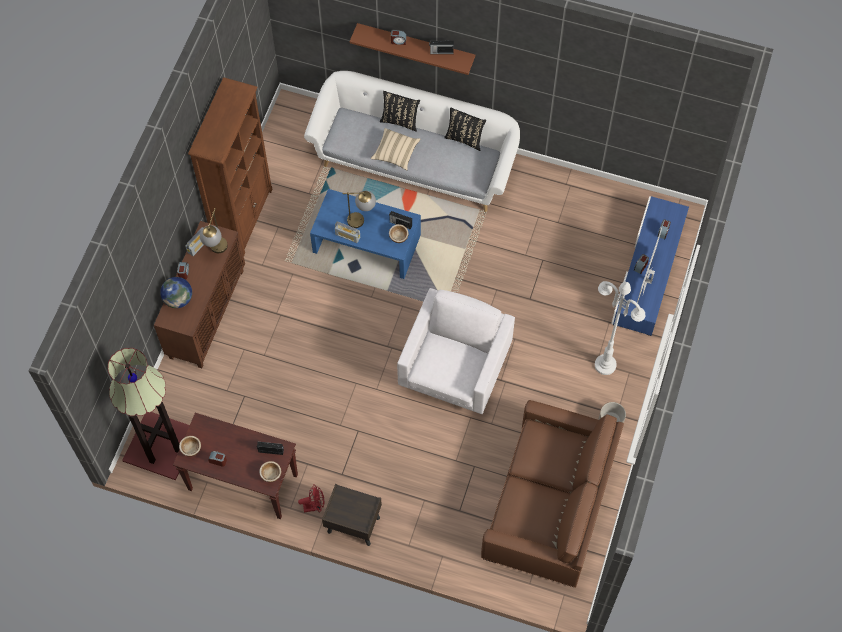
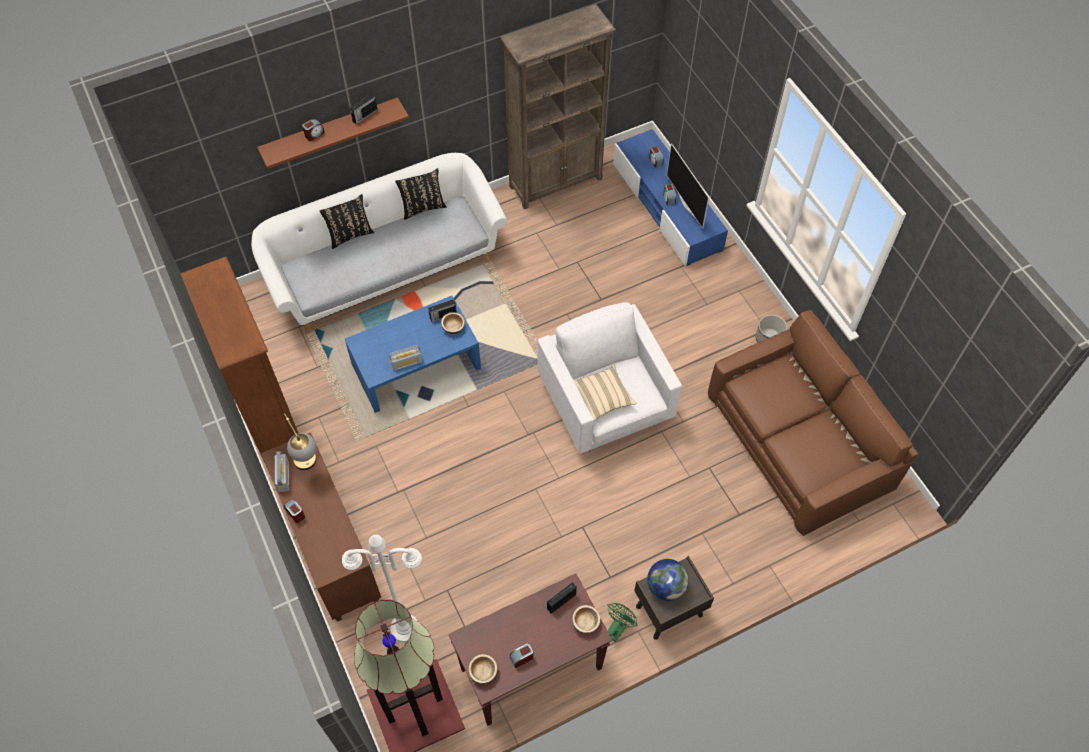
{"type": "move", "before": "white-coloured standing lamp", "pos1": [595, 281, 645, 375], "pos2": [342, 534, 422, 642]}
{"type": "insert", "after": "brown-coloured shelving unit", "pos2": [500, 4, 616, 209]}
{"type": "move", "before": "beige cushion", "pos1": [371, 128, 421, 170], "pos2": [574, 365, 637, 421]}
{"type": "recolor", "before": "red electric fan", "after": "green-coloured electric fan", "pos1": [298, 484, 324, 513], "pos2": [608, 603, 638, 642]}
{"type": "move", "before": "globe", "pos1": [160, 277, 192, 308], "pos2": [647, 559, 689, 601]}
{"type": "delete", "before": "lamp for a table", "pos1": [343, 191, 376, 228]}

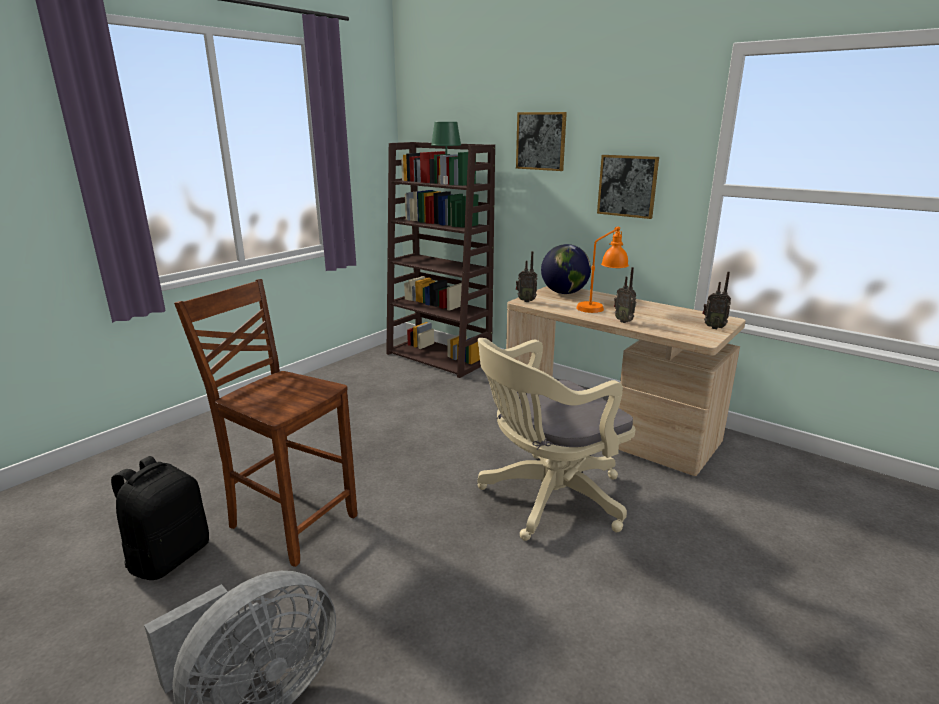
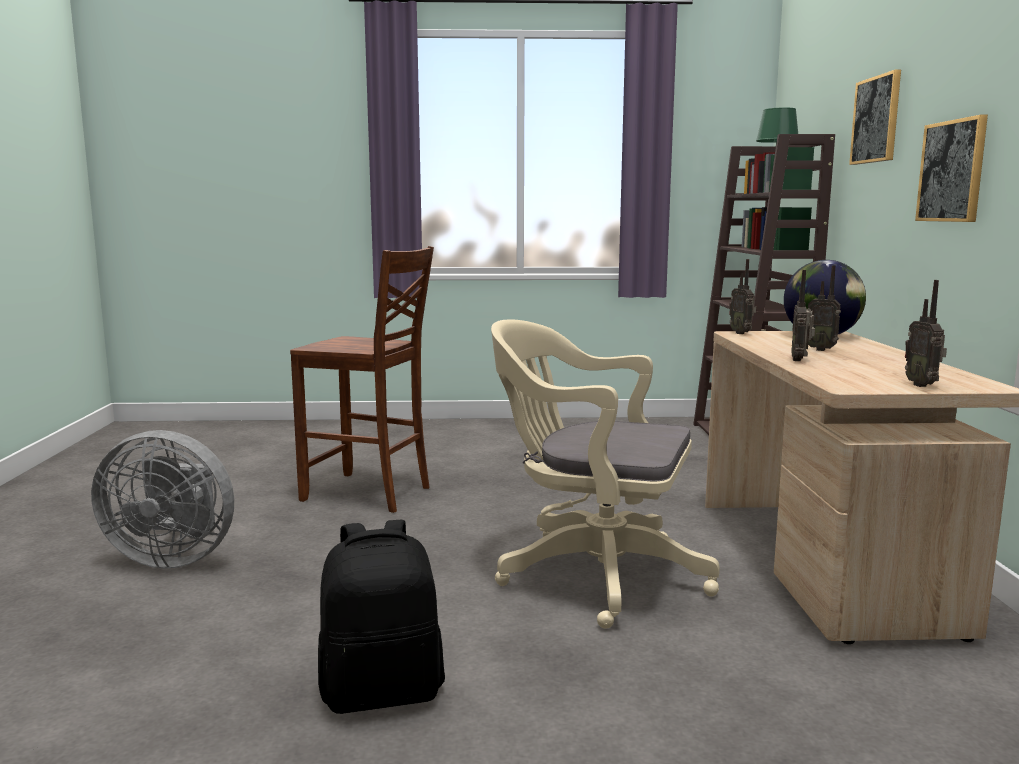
{"type": "rotate", "before": "brown-coloured chair", "pos1": [174, 279, 357, 567], "pos2": [290, 246, 434, 513], "turn": 120}
{"type": "move", "before": "blackish knapsack", "pos1": [111, 456, 209, 580], "pos2": [318, 520, 445, 714]}
{"type": "replace", "before": "orangey lamp for a table", "after": "radio set", "pos1": [576, 226, 629, 313], "pos2": [807, 265, 841, 351]}

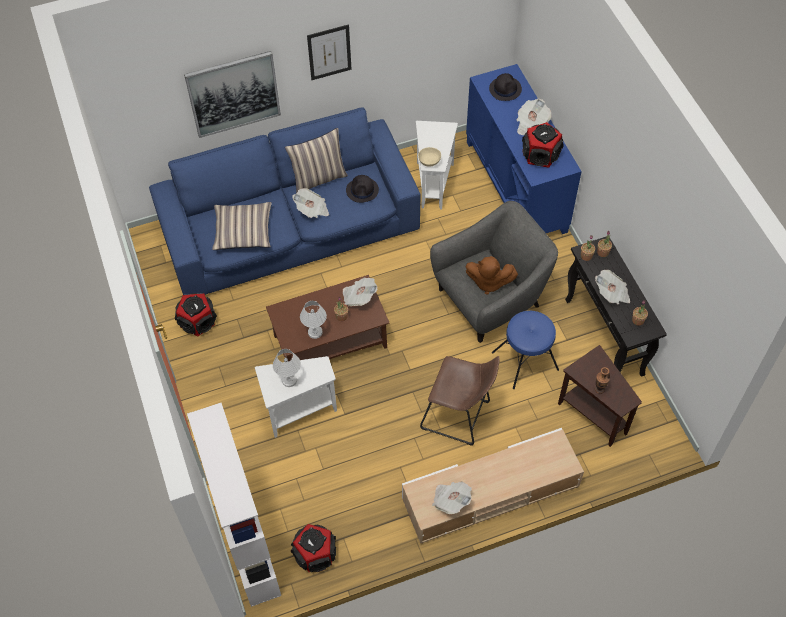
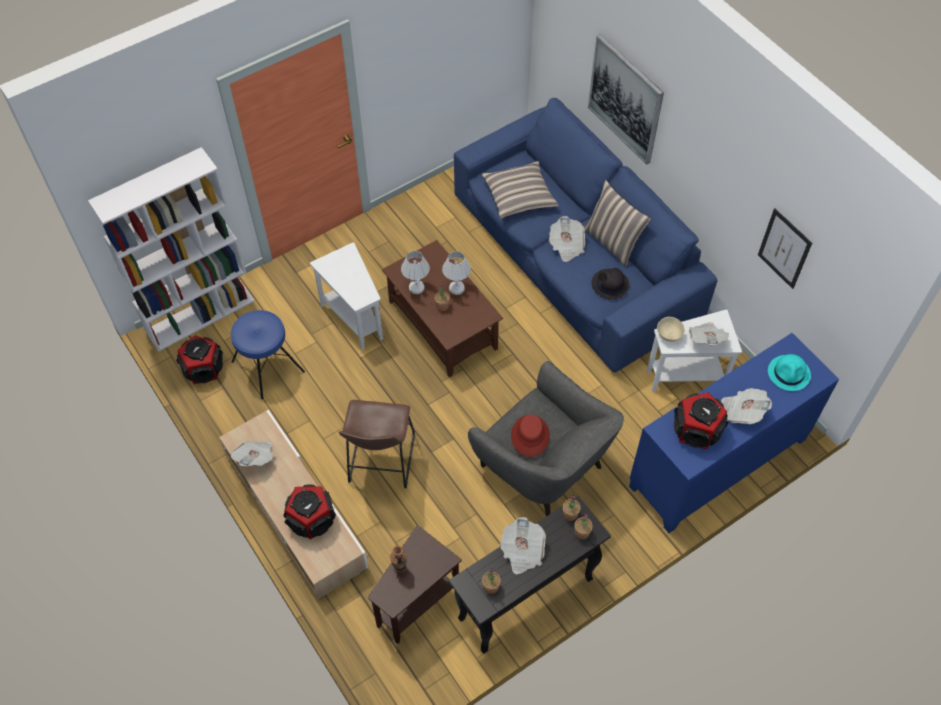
{"type": "move", "before": "bluish stool seat", "pos1": [492, 311, 559, 389], "pos2": [231, 310, 305, 399]}
{"type": "move", "before": "speaker", "pos1": [175, 293, 217, 337], "pos2": [283, 484, 336, 540]}
{"type": "move", "before": "white-coloured lamp for a table", "pos1": [273, 349, 301, 387], "pos2": [442, 251, 471, 295]}
{"type": "replace", "before": "brown-coloured cuddly toy", "after": "red wearable hat", "pos1": [466, 256, 518, 295], "pos2": [511, 414, 550, 457]}
{"type": "move", "before": "daily paper", "pos1": [342, 277, 377, 306], "pos2": [689, 322, 729, 345]}
{"type": "move", "before": "picture", "pos1": [307, 24, 351, 80], "pos2": [758, 208, 812, 289]}
{"type": "recolor", "before": "blackish wearable hat", "after": "turquoise wearable hat", "pos1": [489, 73, 522, 101], "pos2": [768, 354, 811, 391]}

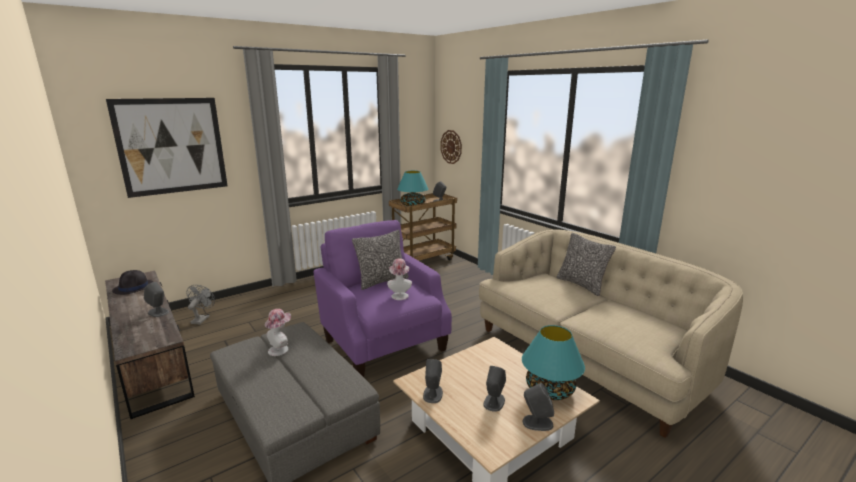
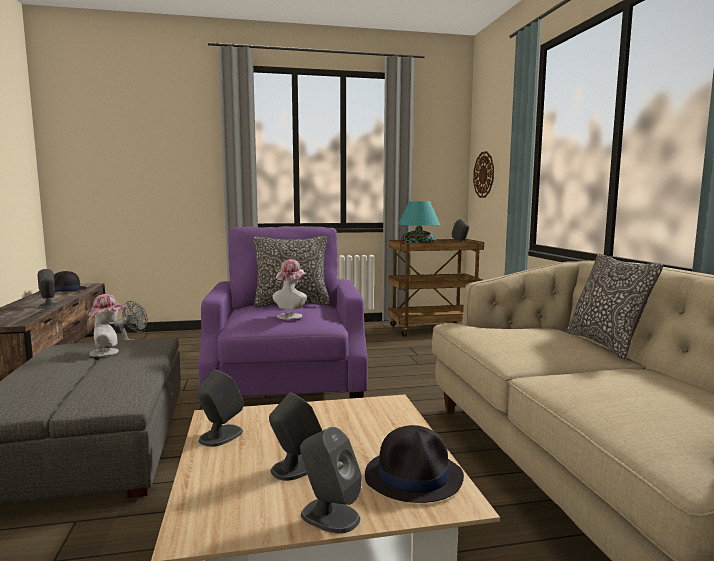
{"type": "replace", "before": "turquoise lamp for a table", "after": "blackish wearable hat", "pos1": [522, 325, 585, 400], "pos2": [365, 425, 464, 503]}
{"type": "delete", "before": "picture", "pos1": [106, 98, 228, 198]}

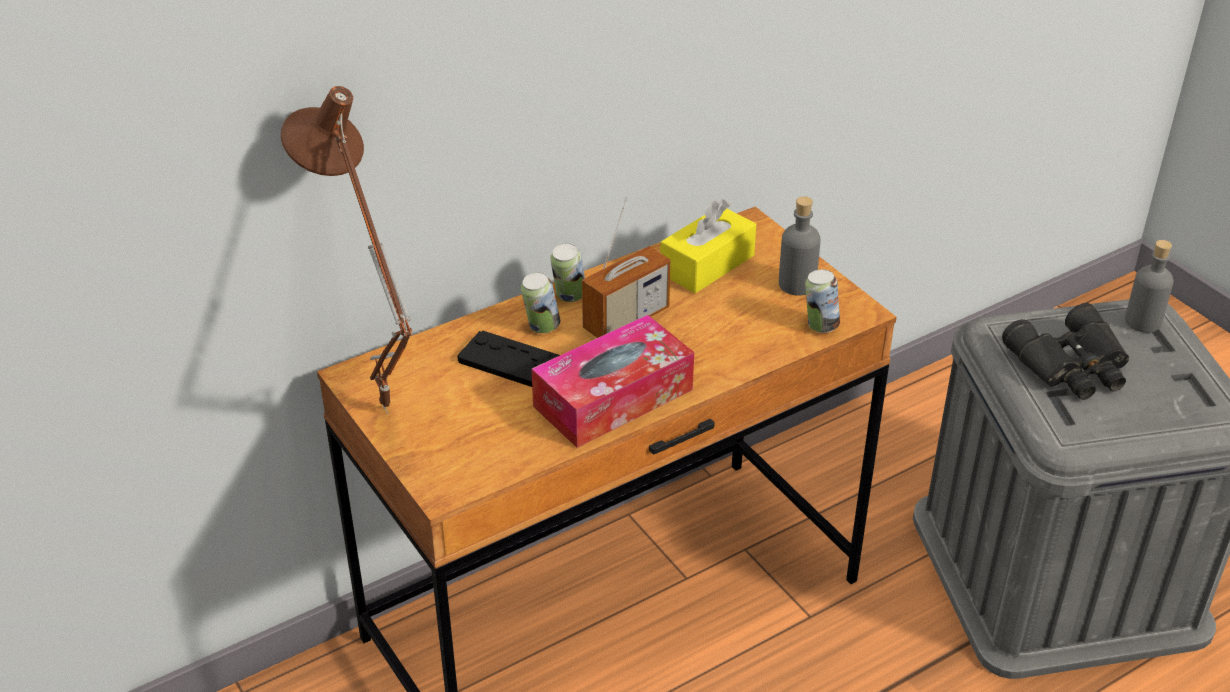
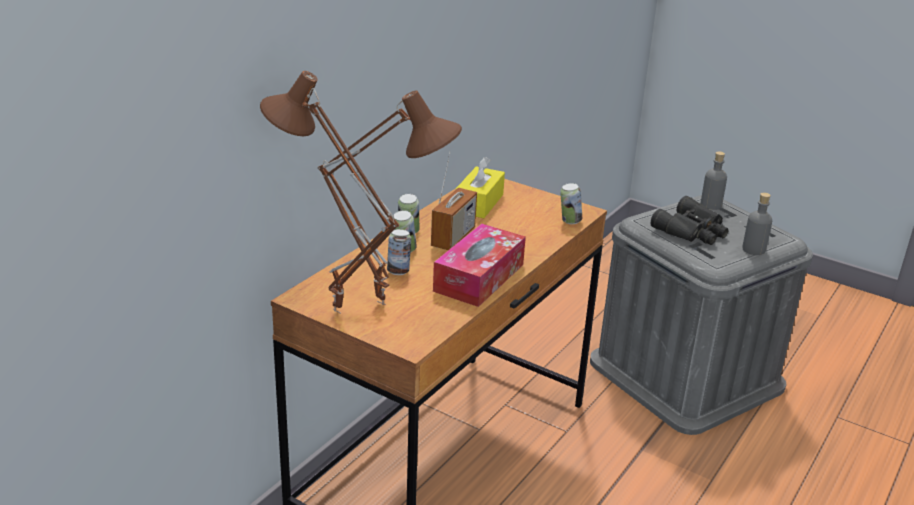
{"type": "insert", "after": "brown-coloured lamp for a table", "pos2": [318, 90, 462, 305]}
{"type": "replace", "before": "blackish game controller", "after": "metal can", "pos1": [457, 330, 560, 387], "pos2": [387, 229, 411, 275]}
{"type": "move", "before": "greyish drink bottle", "pos1": [779, 196, 821, 296], "pos2": [742, 193, 772, 255]}

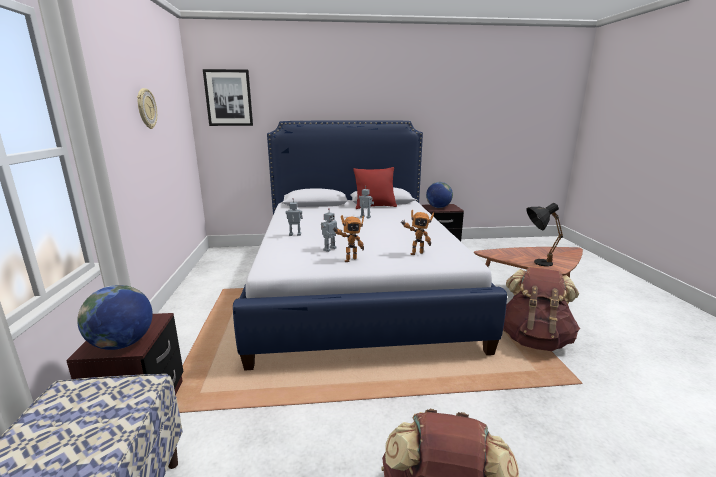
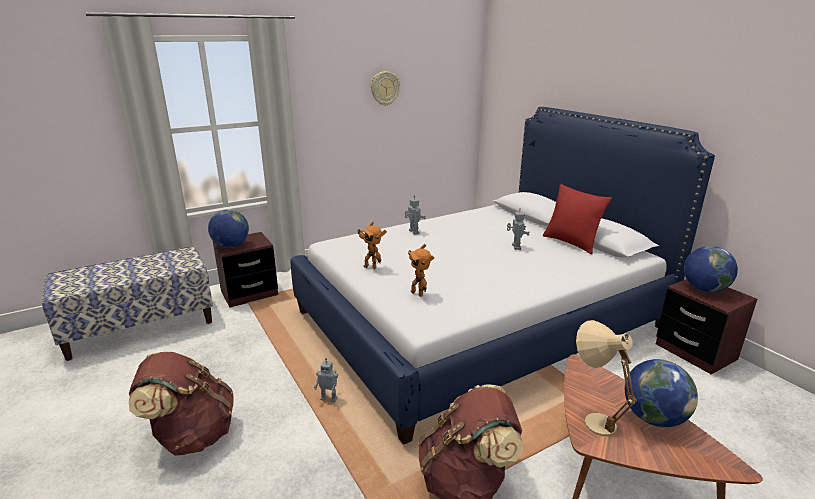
{"type": "move", "before": "toy robot", "pos1": [321, 208, 342, 252], "pos2": [314, 358, 338, 402]}
{"type": "recolor", "before": "blackish lamp for a table", "after": "beige lamp for a table", "pos1": [526, 203, 563, 267], "pos2": [576, 320, 637, 436]}
{"type": "insert", "after": "globe", "pos2": [625, 359, 698, 427]}
{"type": "delete", "before": "picture", "pos1": [203, 69, 253, 126]}

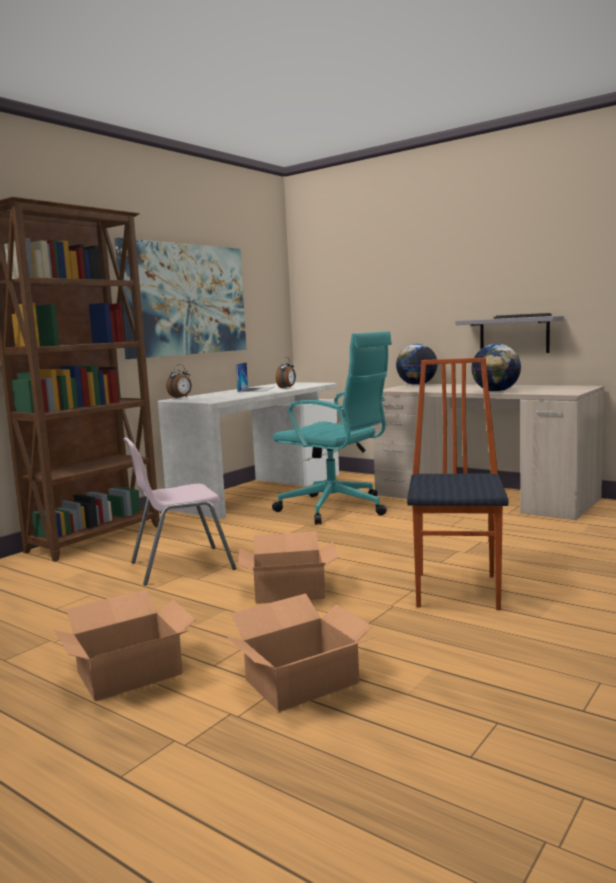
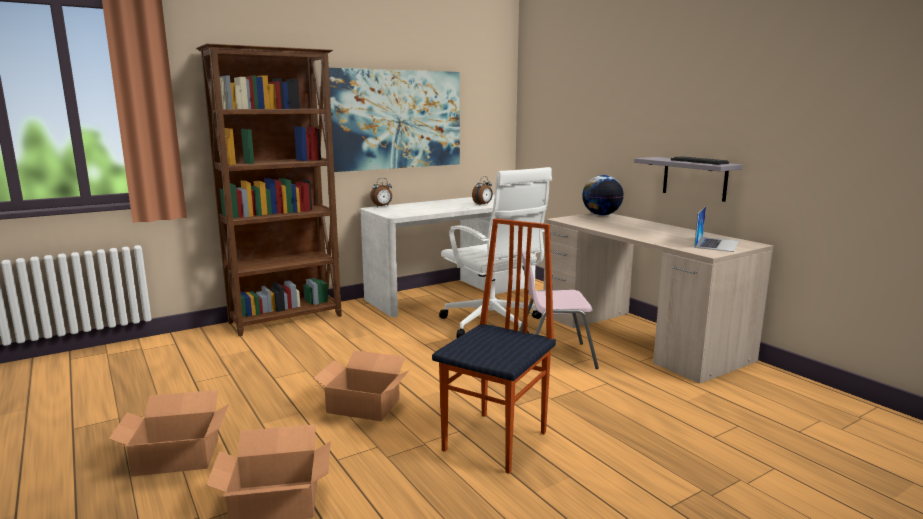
{"type": "recolor", "before": "turquoise office chair", "after": "white-coloured office chair", "pos1": [272, 331, 392, 525], "pos2": [439, 167, 552, 338]}
{"type": "move", "before": "pink chair", "pos1": [123, 437, 236, 585], "pos2": [519, 249, 599, 369]}
{"type": "move", "before": "portable computer", "pos1": [236, 362, 274, 392], "pos2": [694, 206, 739, 252]}
{"type": "delete", "before": "globe", "pos1": [471, 344, 521, 392]}

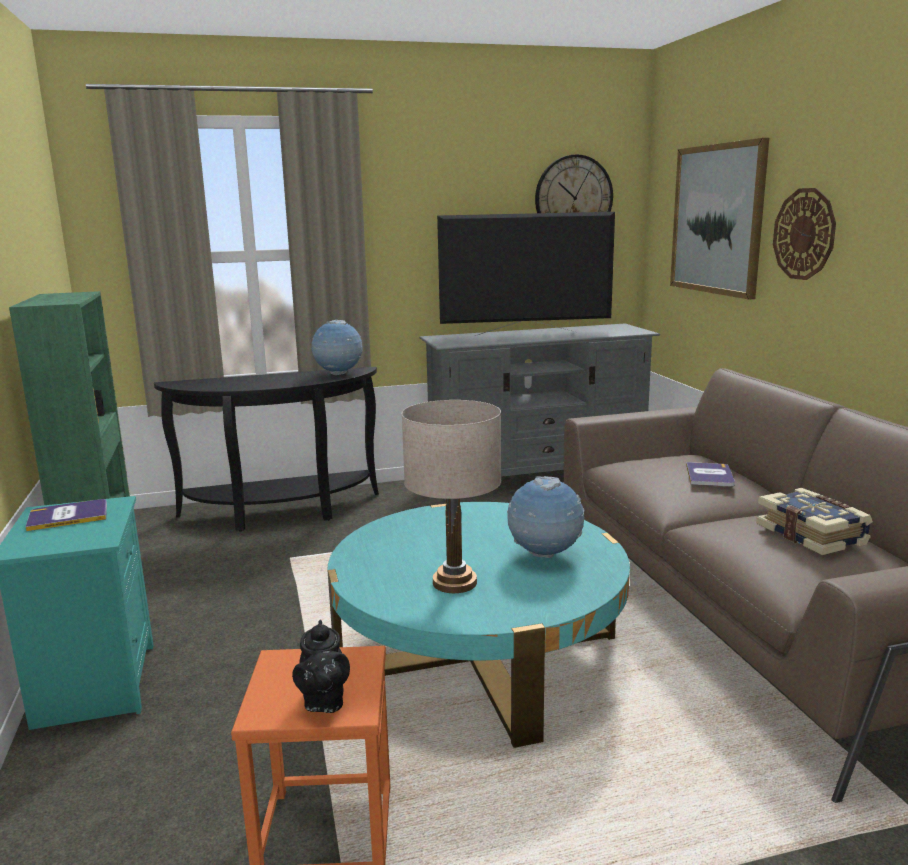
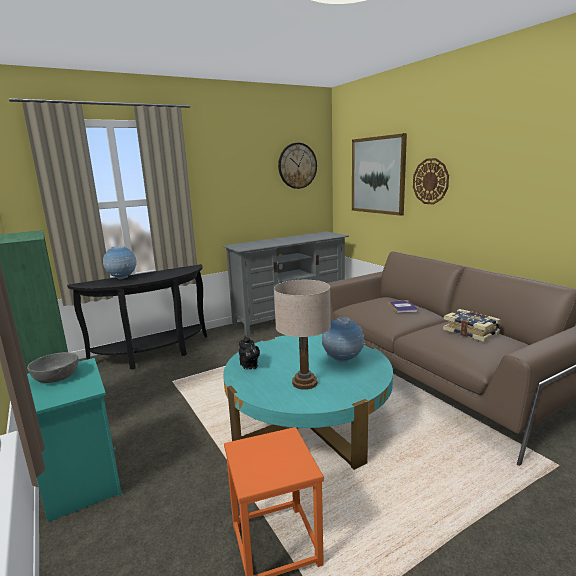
{"type": "replace", "before": "book", "after": "greyish deep dish", "pos1": [26, 499, 107, 531], "pos2": [27, 352, 79, 383]}
{"type": "move", "before": "globe", "pos1": [311, 320, 363, 375], "pos2": [103, 245, 137, 279]}
{"type": "move", "before": "blackish teapot", "pos1": [292, 620, 350, 713], "pos2": [239, 336, 260, 370]}
{"type": "delete", "before": "TV", "pos1": [437, 212, 615, 336]}

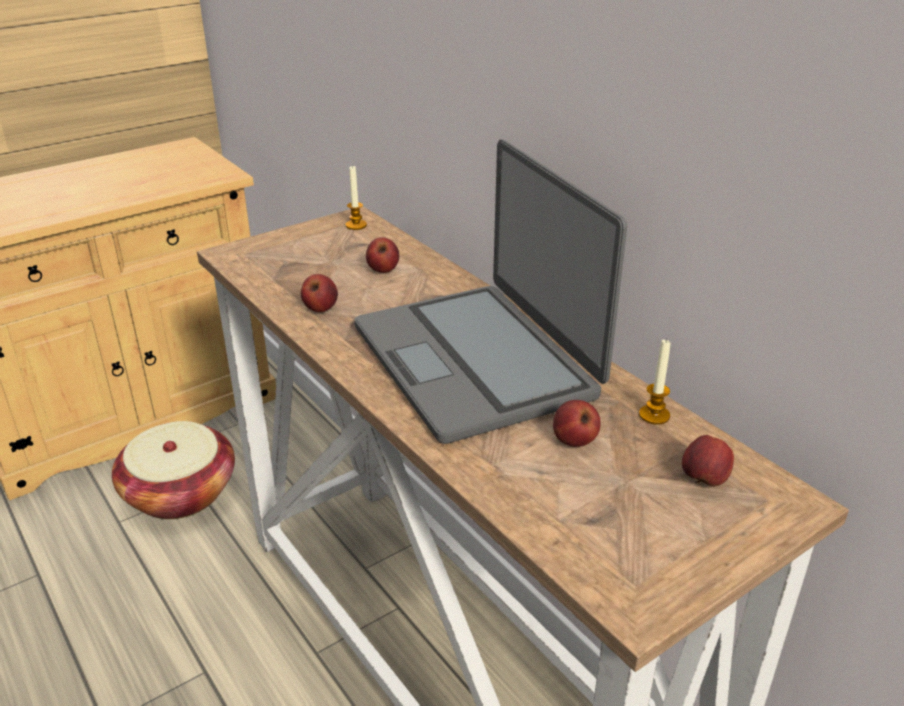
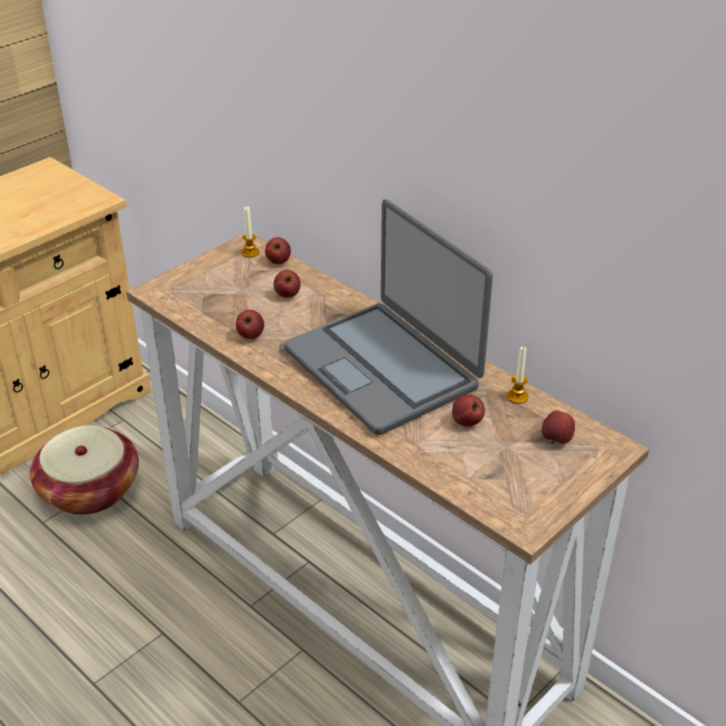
{"type": "insert", "after": "whole apple", "pos2": [265, 237, 291, 264]}

